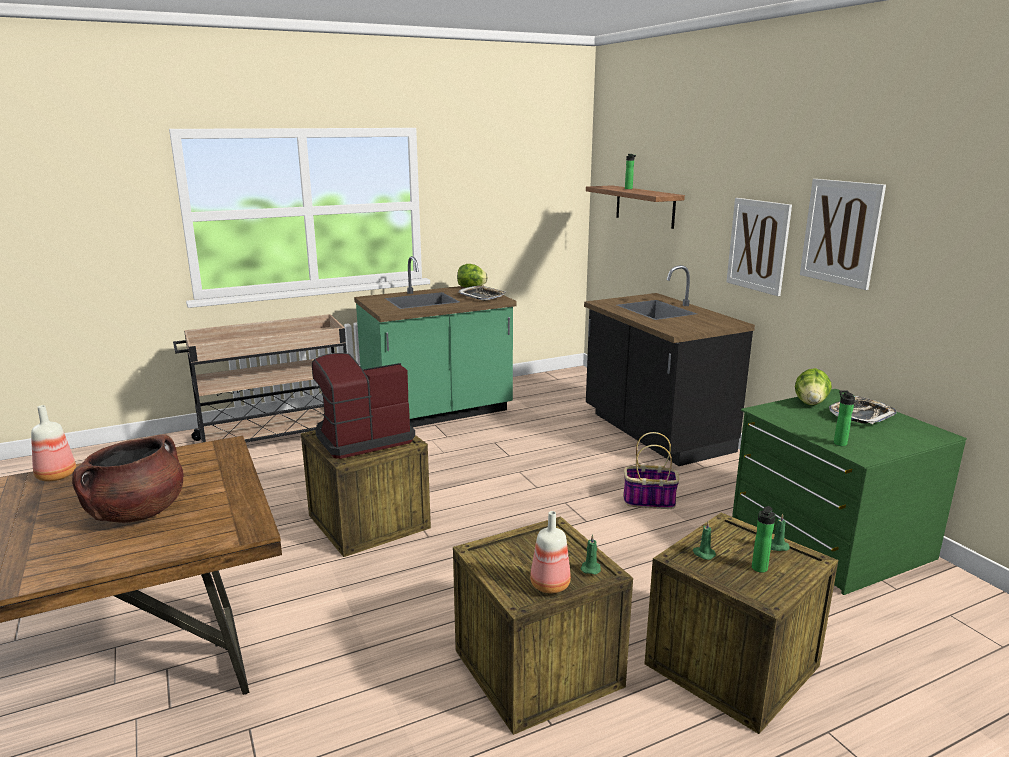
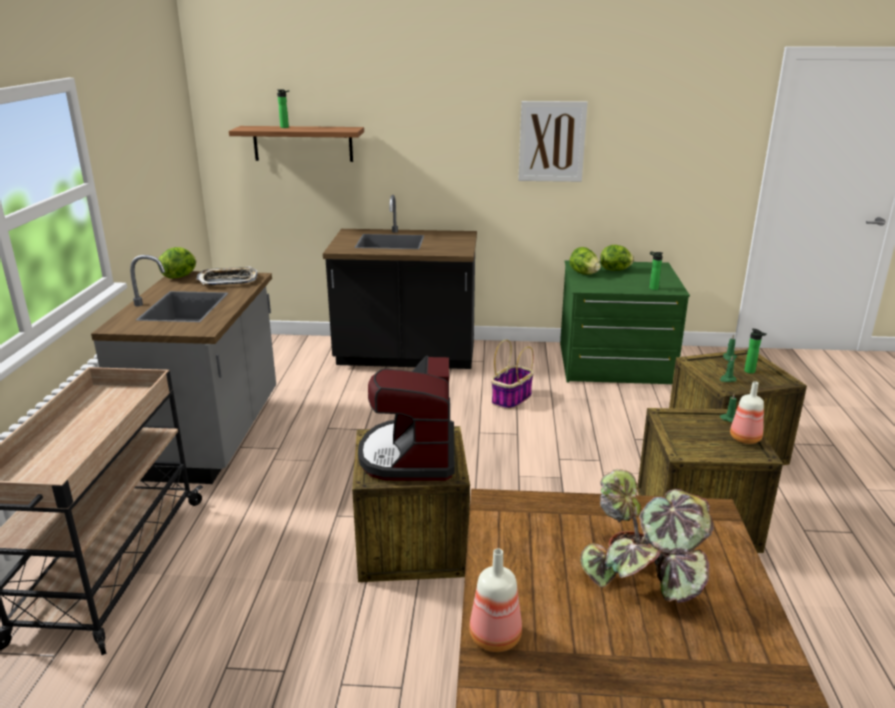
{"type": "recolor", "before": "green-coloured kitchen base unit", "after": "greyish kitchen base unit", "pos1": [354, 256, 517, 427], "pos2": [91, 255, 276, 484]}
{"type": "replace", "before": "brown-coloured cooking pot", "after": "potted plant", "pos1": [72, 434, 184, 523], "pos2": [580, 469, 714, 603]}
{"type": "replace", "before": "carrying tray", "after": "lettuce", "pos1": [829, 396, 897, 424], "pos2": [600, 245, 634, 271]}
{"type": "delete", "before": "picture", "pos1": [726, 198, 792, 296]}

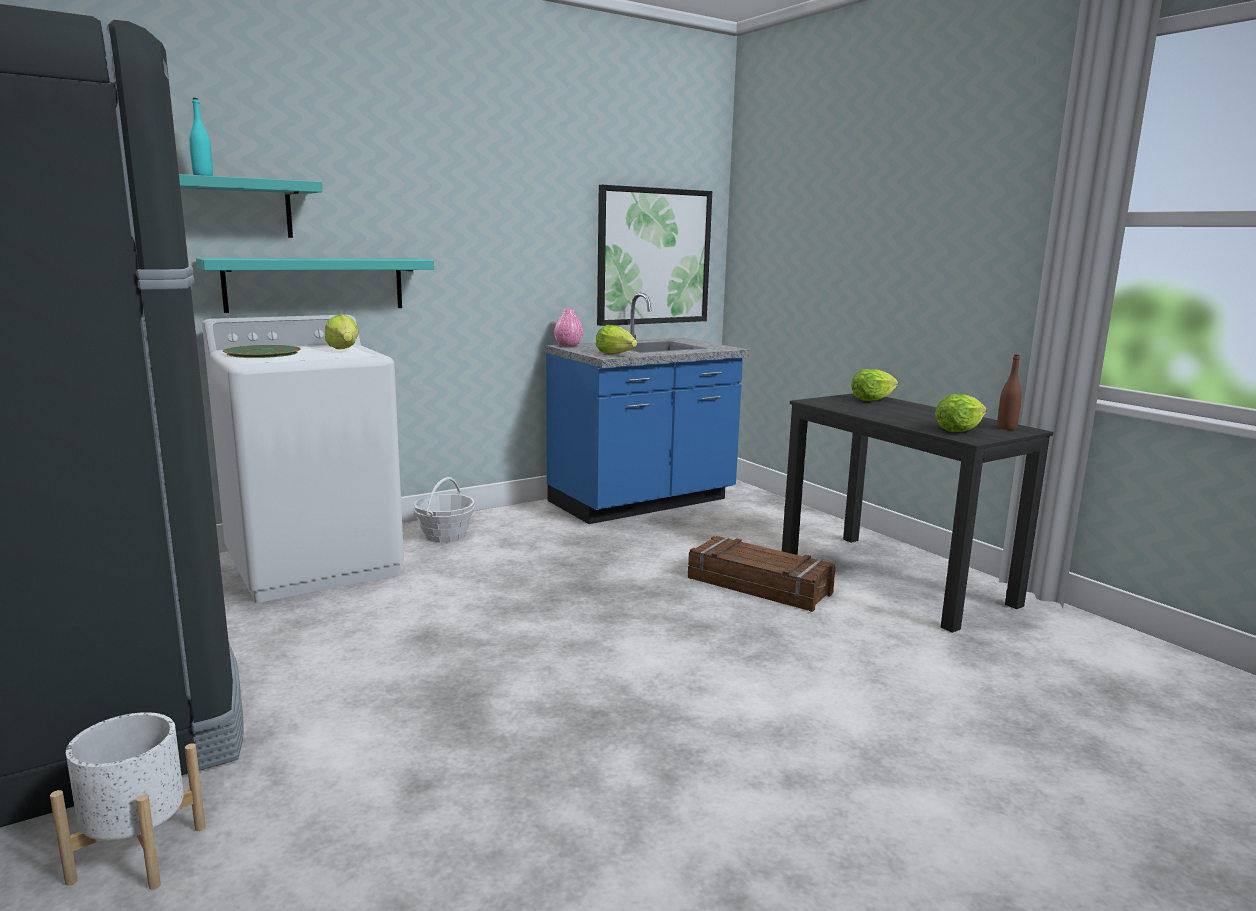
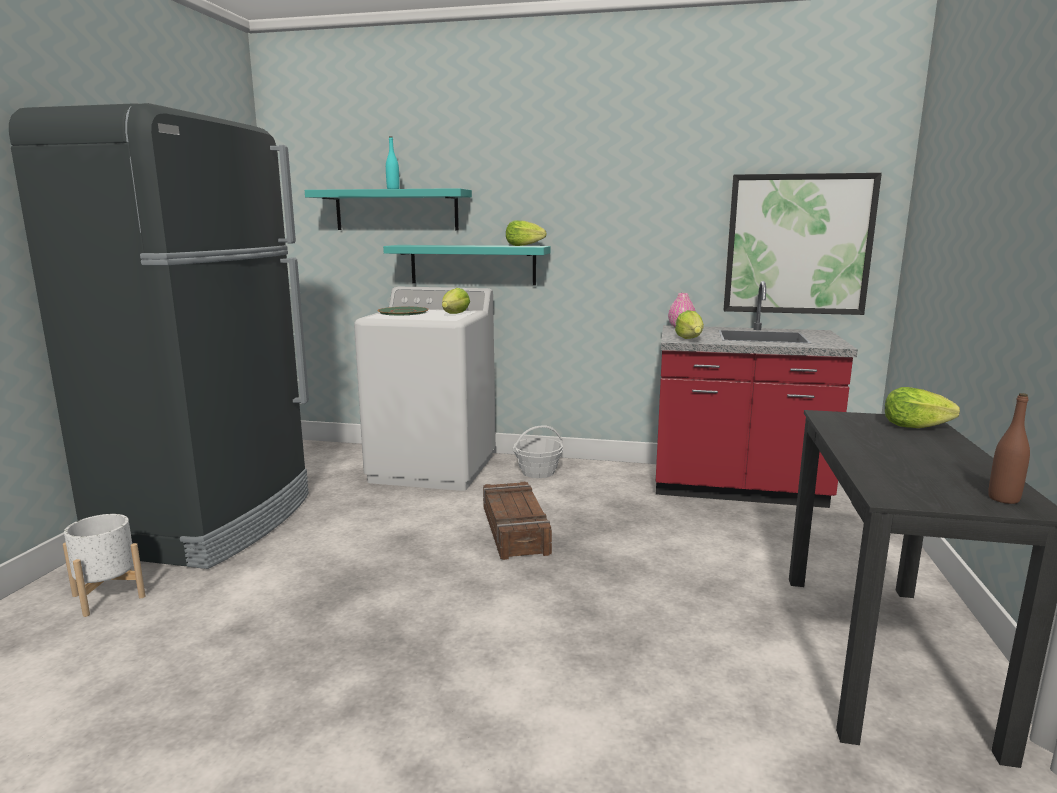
{"type": "move", "before": "shipping crate", "pos1": [688, 536, 836, 612], "pos2": [483, 482, 552, 560]}
{"type": "move", "before": "lettuce", "pos1": [935, 394, 986, 432], "pos2": [506, 220, 546, 246]}
{"type": "recolor", "before": "bluish kitchen base unit", "after": "red kitchen base unit", "pos1": [545, 293, 749, 524], "pos2": [656, 281, 858, 508]}

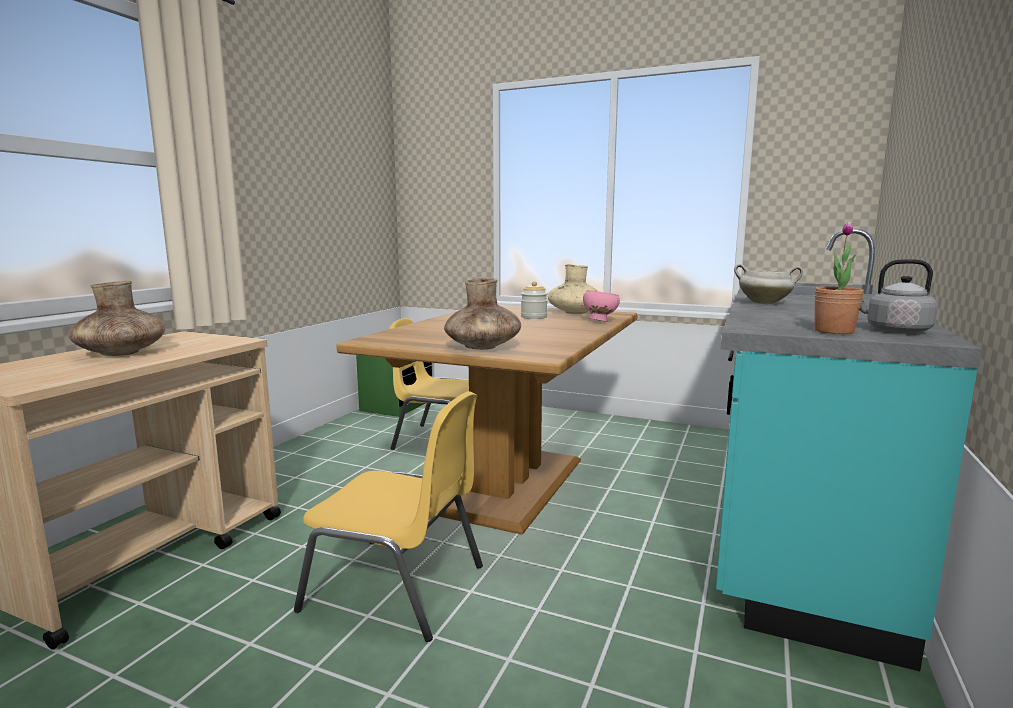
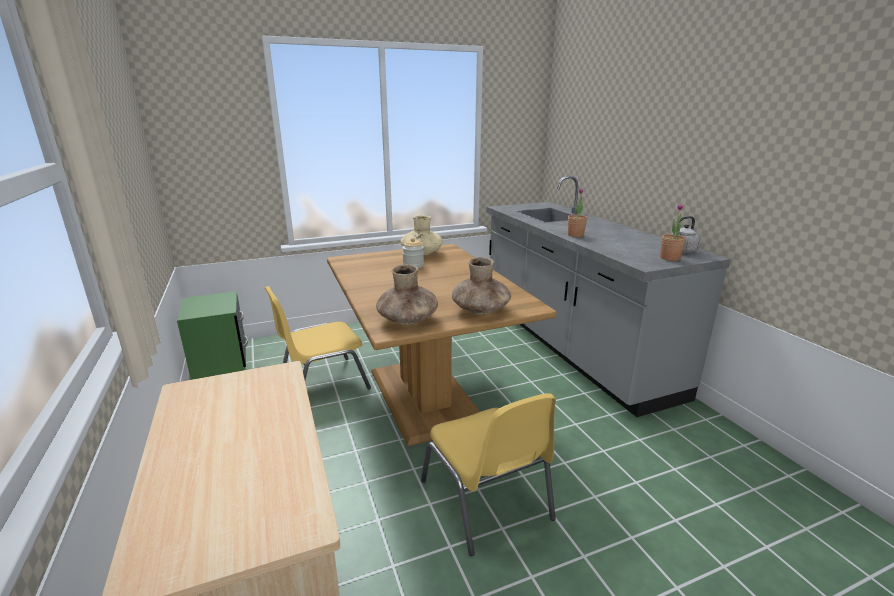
{"type": "move", "before": "brown-coloured vase", "pos1": [68, 281, 165, 356], "pos2": [376, 265, 438, 325]}
{"type": "rotate", "before": "yellow-coloured chair", "pos1": [294, 391, 483, 642], "pos2": [421, 393, 556, 556], "turn": 90}
{"type": "recolor", "before": "turquoise kitchen base unit", "after": "greyish kitchen base unit", "pos1": [716, 229, 982, 671], "pos2": [487, 176, 731, 417]}
{"type": "replace", "before": "white-coloured cooking pot", "after": "potted plant", "pos1": [734, 264, 803, 304], "pos2": [568, 188, 587, 237]}
{"type": "delete", "before": "pink deep dish", "pos1": [583, 290, 620, 322]}

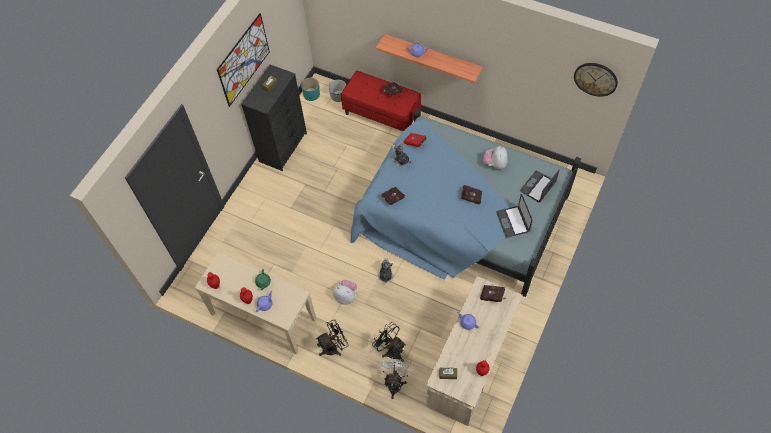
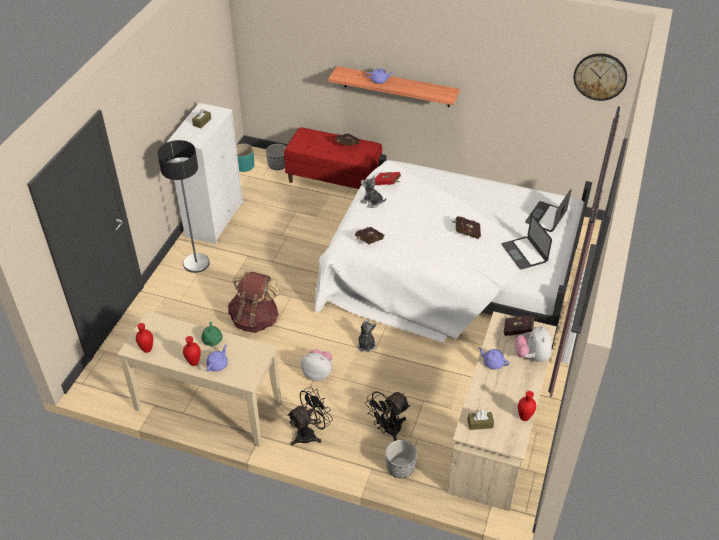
{"type": "insert", "after": "standing lamp", "pos2": [157, 140, 210, 273]}
{"type": "recolor", "before": "blackish drawer chest", "after": "white-coloured drawer chest", "pos1": [241, 65, 307, 171], "pos2": [167, 103, 243, 244]}
{"type": "insert", "after": "brown-coloured knapsack", "pos2": [228, 271, 281, 333]}
{"type": "recolor", "before": "bluish bed", "after": "white-coloured bed", "pos1": [350, 109, 581, 297], "pos2": [315, 154, 592, 348]}
{"type": "rotate", "before": "blackish electric fan", "pos1": [372, 322, 406, 362], "pos2": [365, 392, 410, 441], "turn": -75}
{"type": "replace", "before": "white-coloured electric fan", "after": "plant pot", "pos1": [379, 357, 413, 399], "pos2": [386, 440, 417, 478]}
{"type": "move", "before": "cuddly toy", "pos1": [484, 146, 508, 169], "pos2": [515, 326, 552, 362]}
{"type": "delete", "before": "picture", "pos1": [217, 13, 270, 107]}

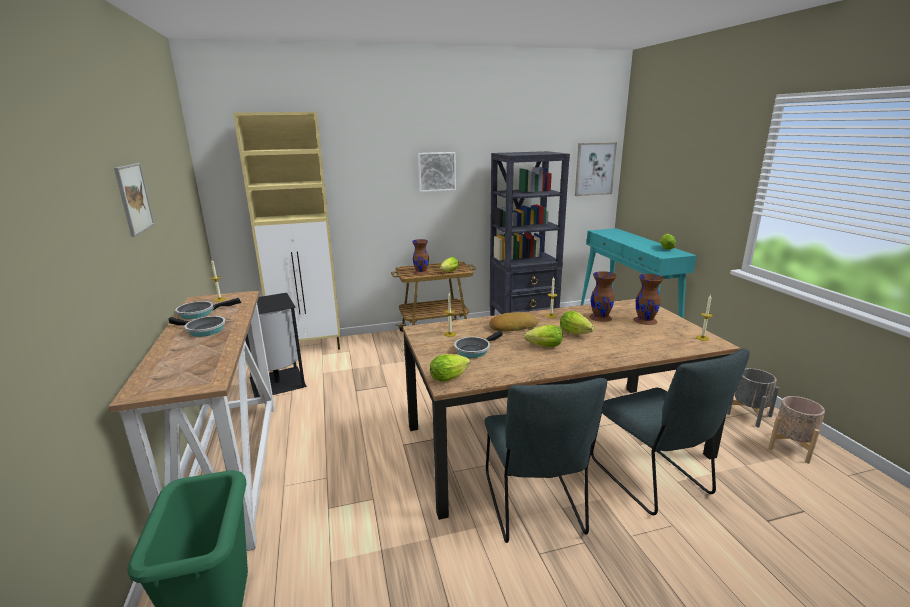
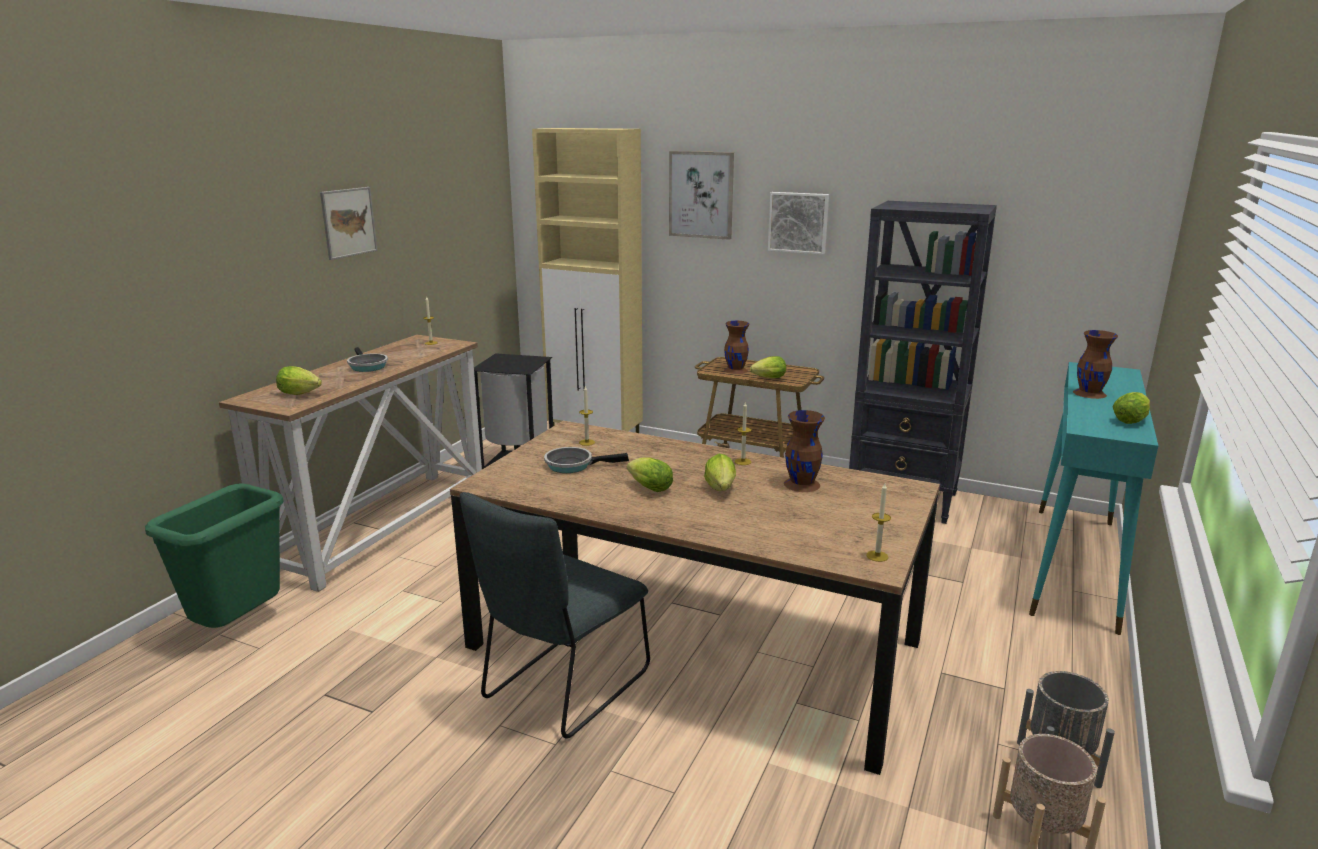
{"type": "move", "before": "lettuce", "pos1": [430, 354, 470, 382], "pos2": [276, 366, 322, 395]}
{"type": "move", "before": "picture", "pos1": [575, 142, 617, 196], "pos2": [669, 151, 734, 240]}
{"type": "move", "before": "brown-coloured vase", "pos1": [633, 274, 664, 325], "pos2": [1073, 330, 1118, 399]}
{"type": "delete", "before": "pan", "pos1": [175, 298, 241, 319]}
{"type": "delete", "before": "bread", "pos1": [489, 312, 538, 331]}
{"type": "delete", "before": "greyish chair", "pos1": [591, 349, 750, 515]}

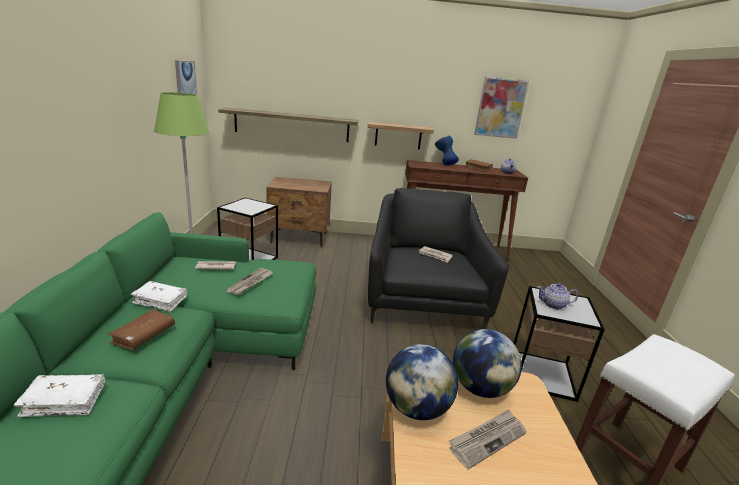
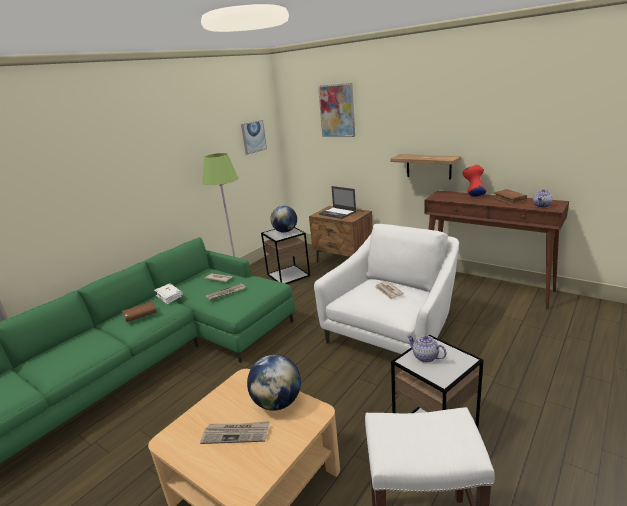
{"type": "move", "before": "globe", "pos1": [386, 344, 458, 420], "pos2": [271, 206, 297, 233]}
{"type": "recolor", "before": "blackish lounge chair", "after": "white-coloured lounge chair", "pos1": [368, 188, 509, 329], "pos2": [314, 224, 459, 354]}
{"type": "move", "before": "picture", "pos1": [474, 76, 529, 139], "pos2": [318, 83, 355, 137]}
{"type": "insert", "after": "portable computer", "pos2": [319, 186, 356, 219]}
{"type": "recolor", "before": "bluish vase", "after": "red vase", "pos1": [435, 136, 459, 165], "pos2": [462, 165, 486, 197]}
{"type": "delete", "before": "white-coloured book", "pos1": [14, 374, 105, 417]}
{"type": "delete", "before": "bracket shelf", "pos1": [218, 107, 358, 142]}

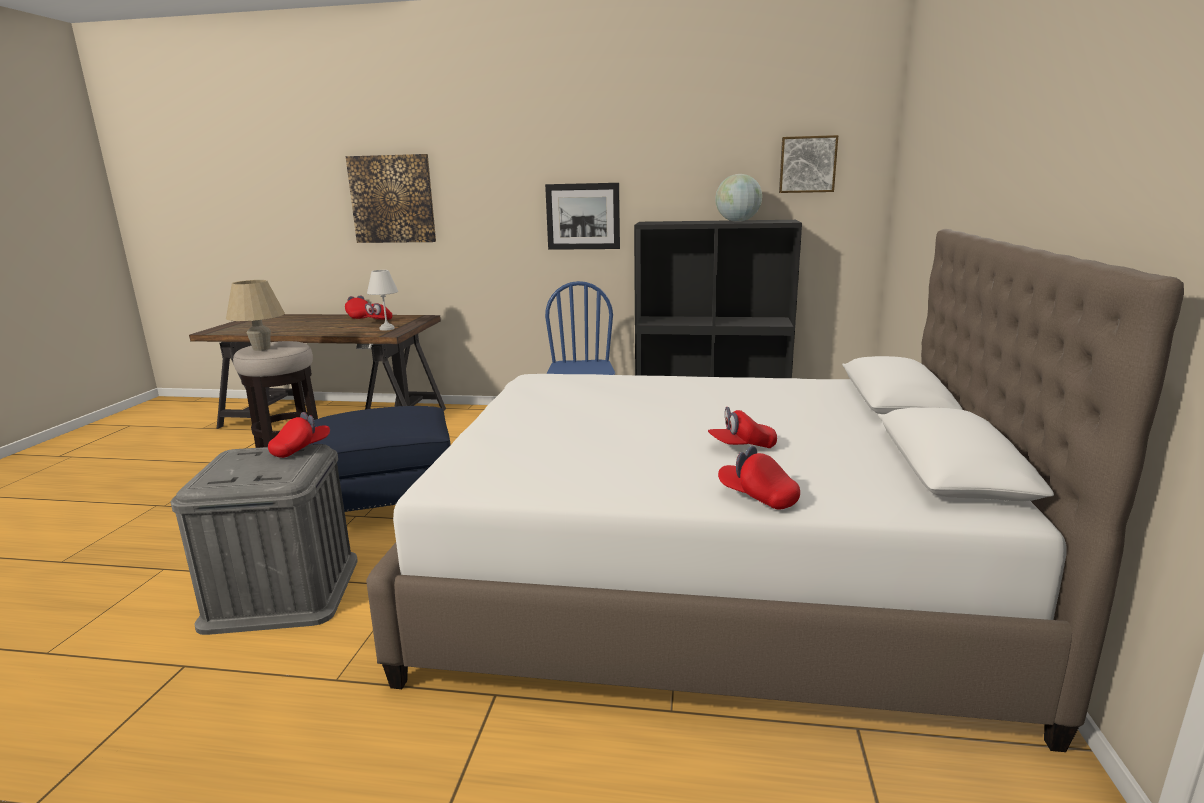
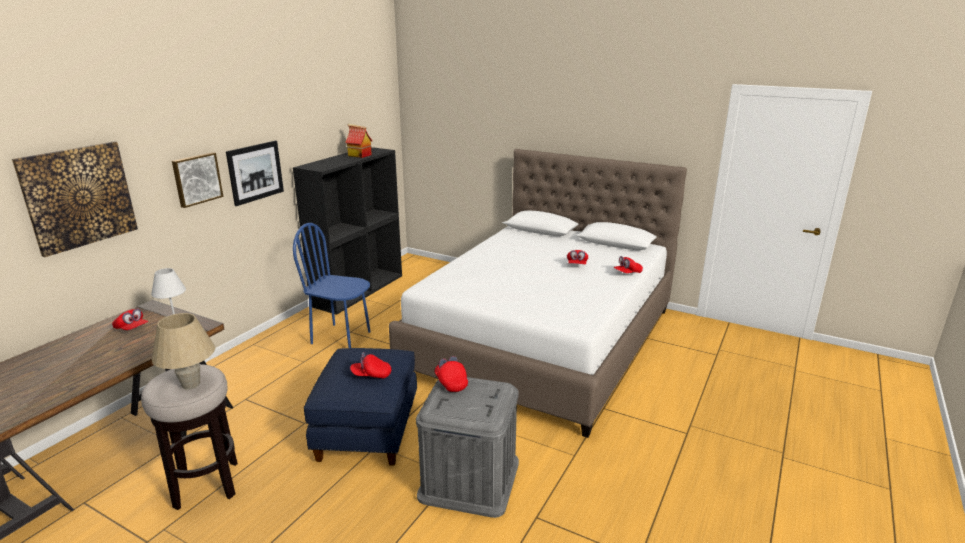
{"type": "move", "before": "picture", "pos1": [779, 135, 838, 193], "pos2": [172, 152, 223, 208]}
{"type": "replace", "before": "globe", "after": "model house", "pos1": [715, 174, 762, 222], "pos2": [345, 124, 372, 158]}
{"type": "move", "before": "red cap", "pos1": [345, 296, 368, 319], "pos2": [350, 352, 391, 379]}

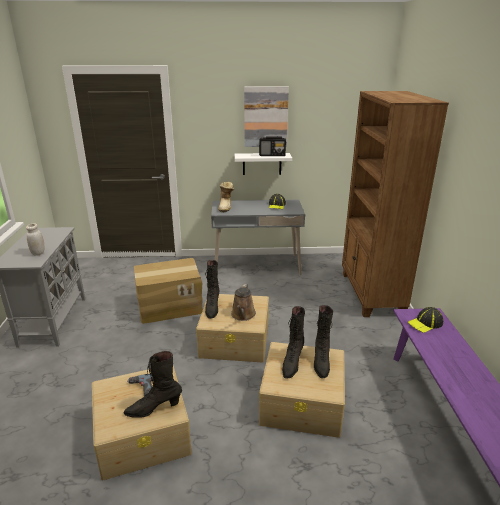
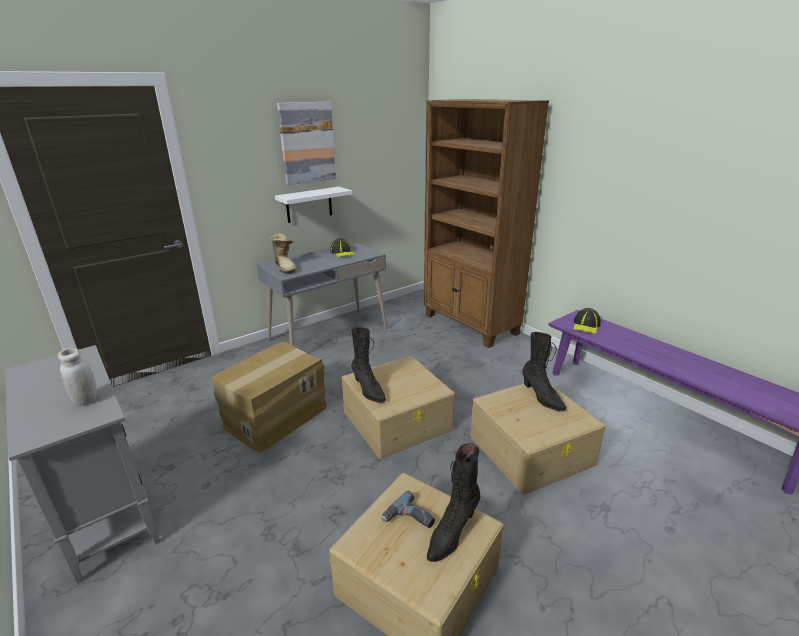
{"type": "delete", "before": "brown-coloured sprinkling can", "pos1": [231, 284, 256, 321]}
{"type": "delete", "before": "radio set", "pos1": [259, 136, 286, 156]}
{"type": "delete", "before": "blackish tall boot", "pos1": [282, 306, 305, 379]}

